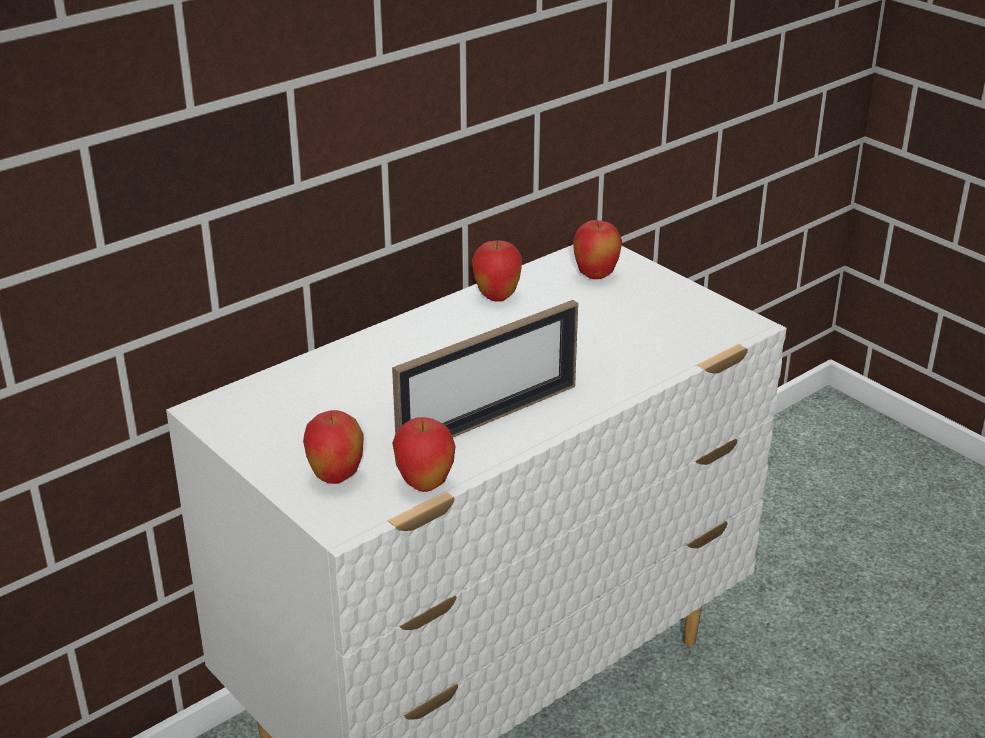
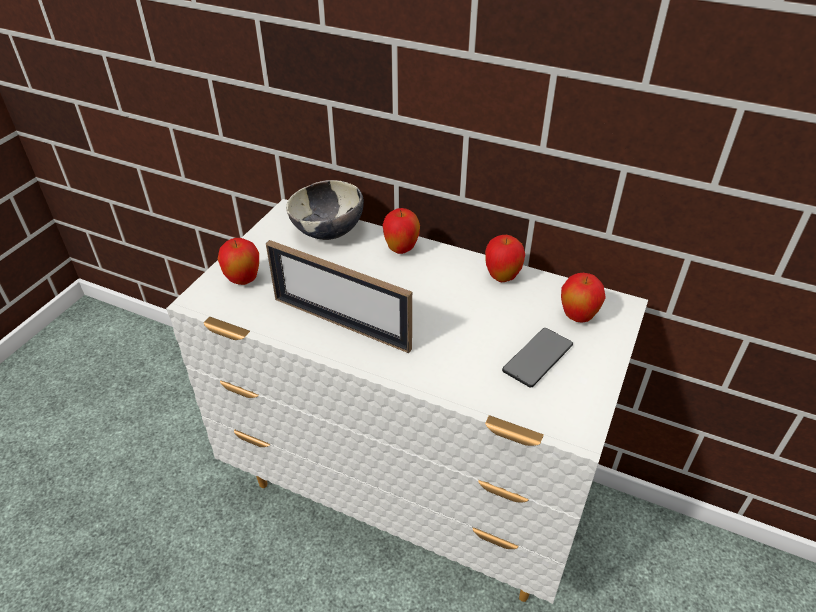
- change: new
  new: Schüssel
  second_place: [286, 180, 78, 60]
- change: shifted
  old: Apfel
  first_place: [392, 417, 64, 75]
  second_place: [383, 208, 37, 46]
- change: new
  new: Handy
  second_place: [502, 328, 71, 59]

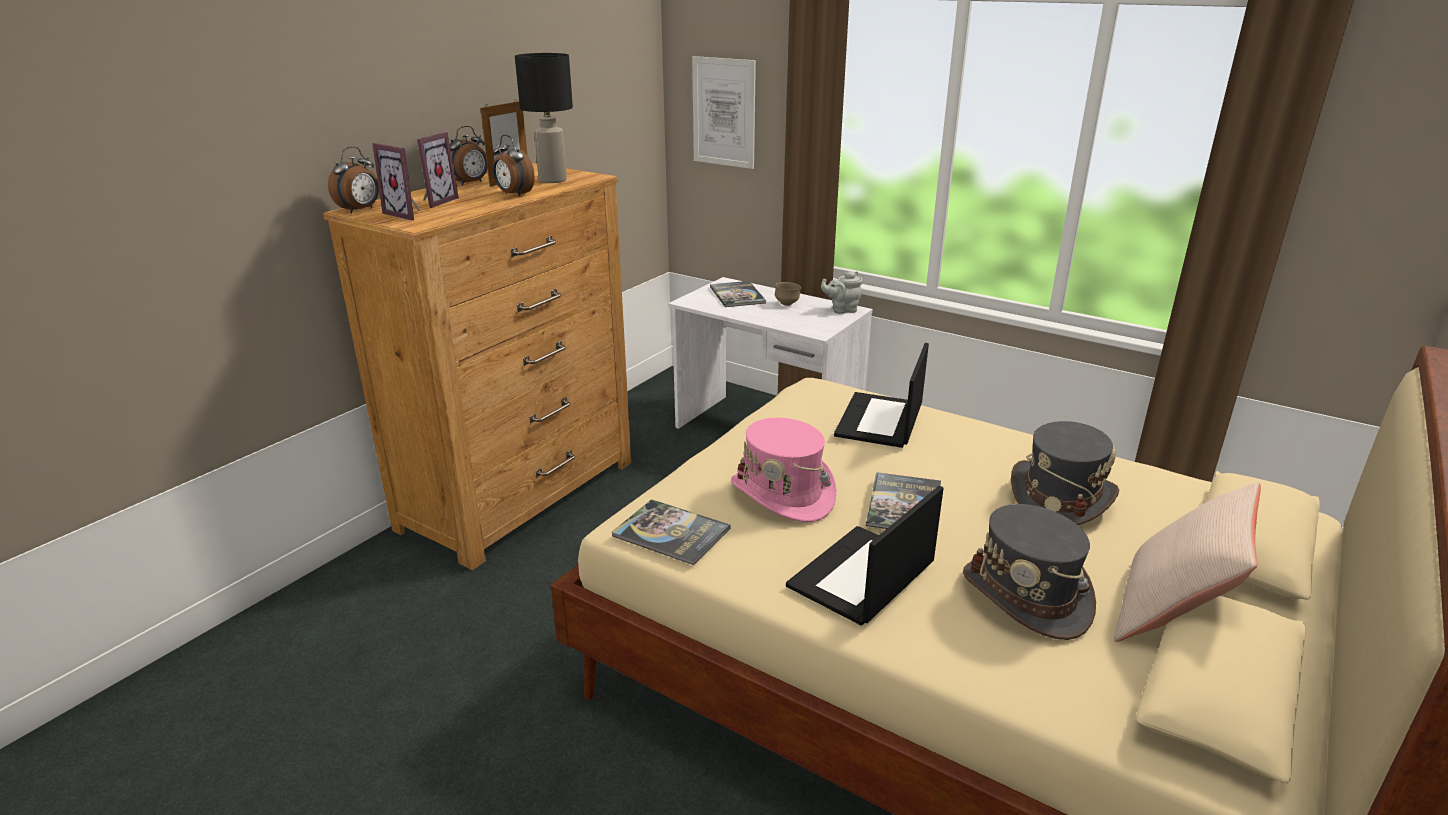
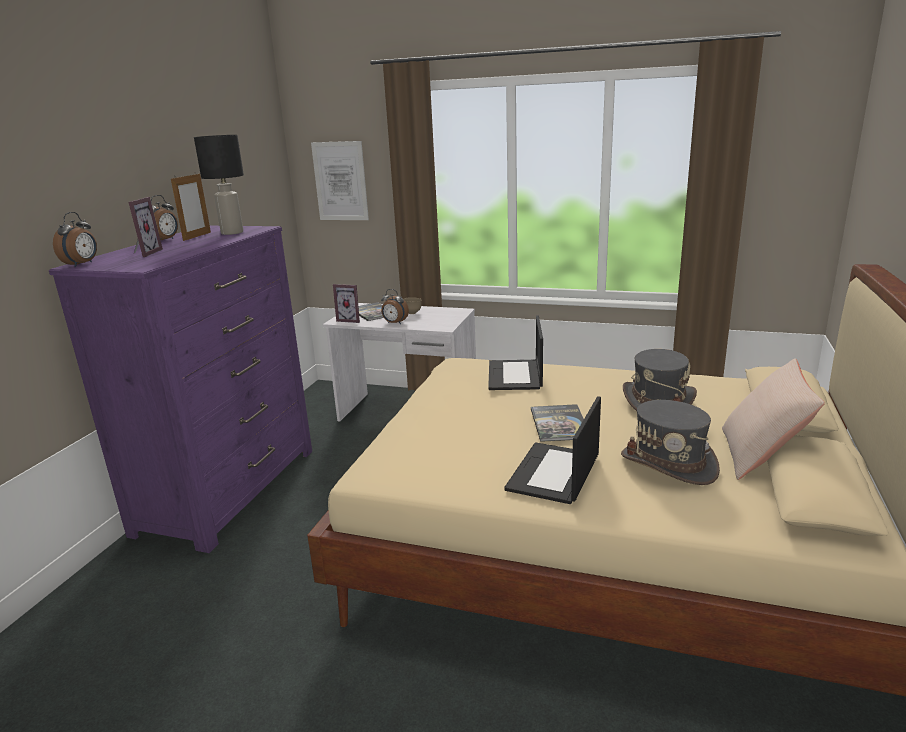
- change: repainted
  old: Kommode (braun)
  new: Kommode (lila)
  first_place: [323, 163, 308, 407]
  second_place: [49, 226, 263, 327]
- change: shifted
  old: Bilderrahmen
  first_place: [372, 143, 49, 77]
  second_place: [333, 284, 27, 39]
- change: shifted
  old: Wecker
  first_place: [493, 135, 42, 62]
  second_place: [381, 289, 28, 35]
- change: gone
  old: Buch
  first_place: [612, 499, 119, 66]
- change: gone
  old: Hut (rosa)
  first_place: [731, 418, 106, 104]
- change: gone
  old: Teekanne (grau)
  first_place: [821, 271, 42, 43]

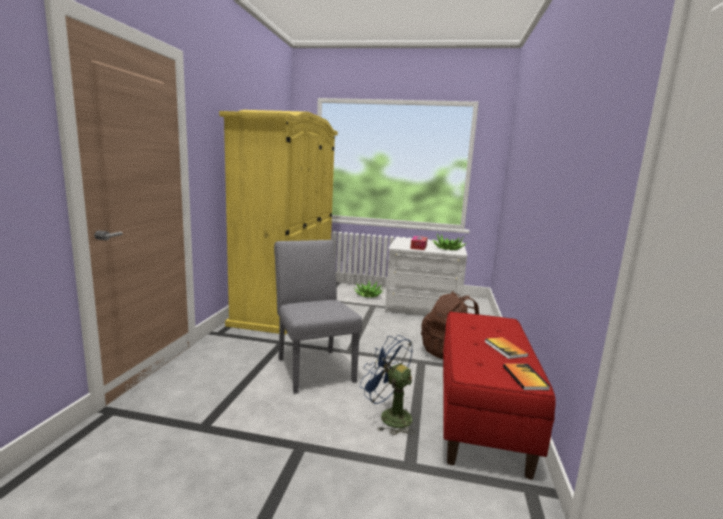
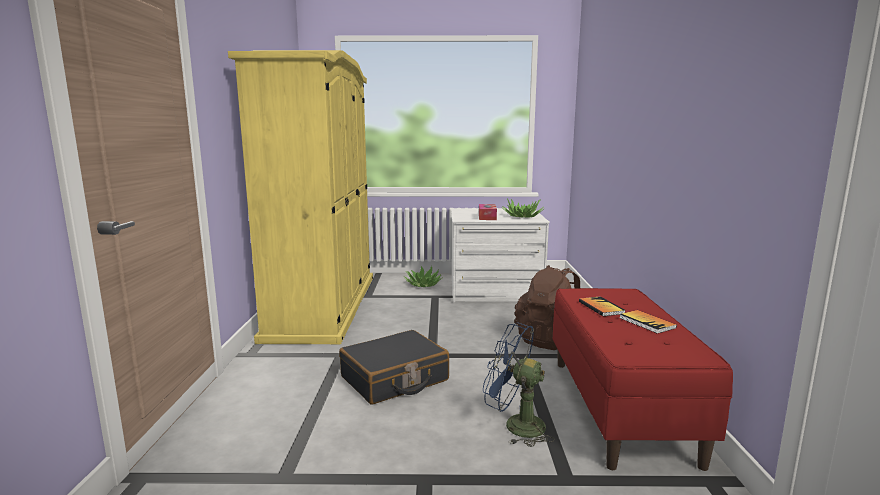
- change: swapped
  old: Stuhl (grau)
  new: Koffer (schwarz)
  first_place: [274, 240, 88, 154]
  second_place: [339, 330, 110, 74]
- change: shifted
  old: Buch
  first_place: [503, 364, 47, 26]
  second_place: [579, 296, 46, 20]

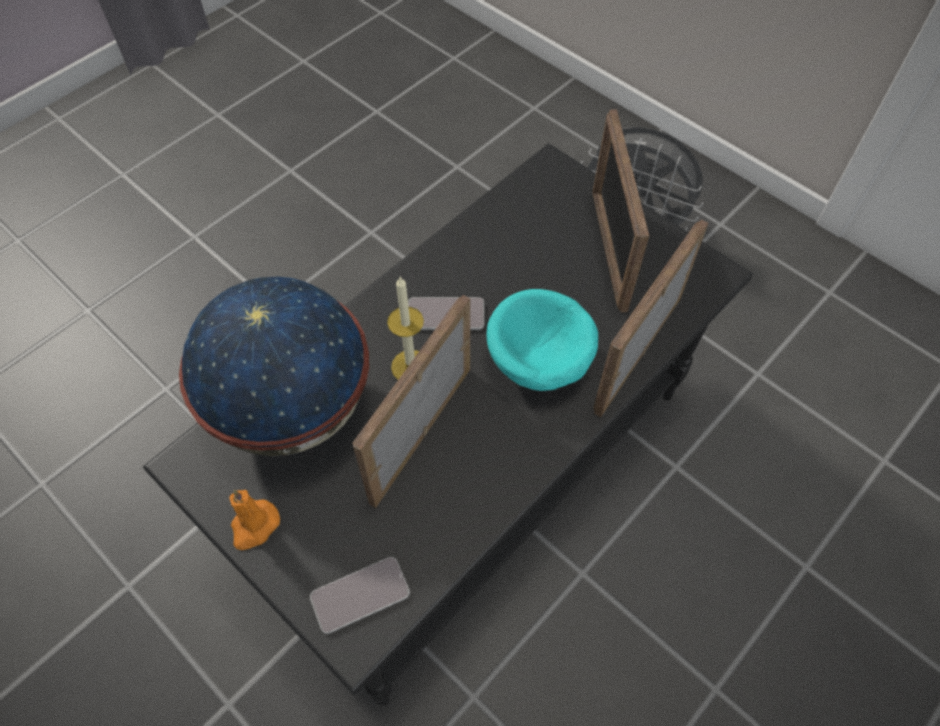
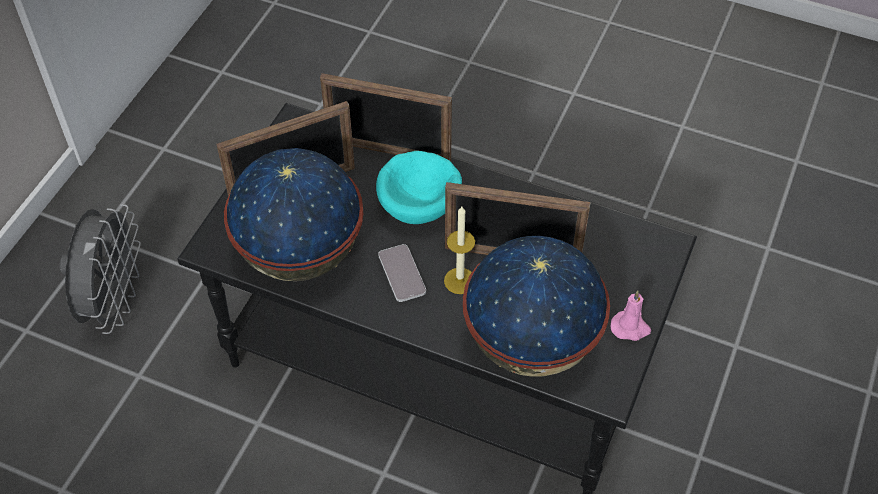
- change: new
  new: Globus
  second_place: [224, 148, 139, 133]
- change: repainted
  old: Kerze (orange)
  new: Kerze (rosa)
  first_place: [229, 490, 51, 60]
  second_place: [611, 290, 40, 51]
- change: gone
  old: Handy
  first_place: [310, 557, 100, 77]

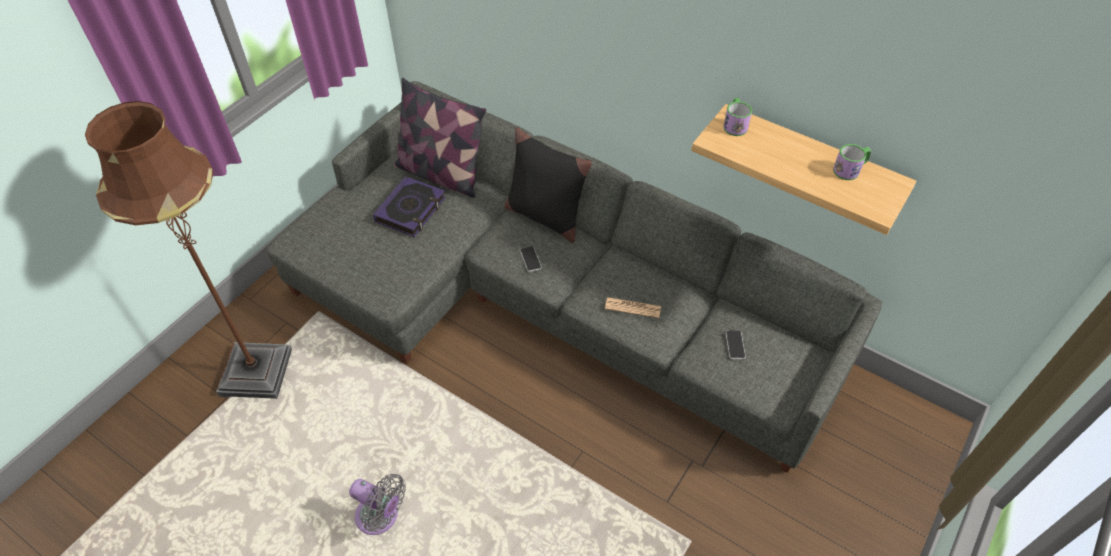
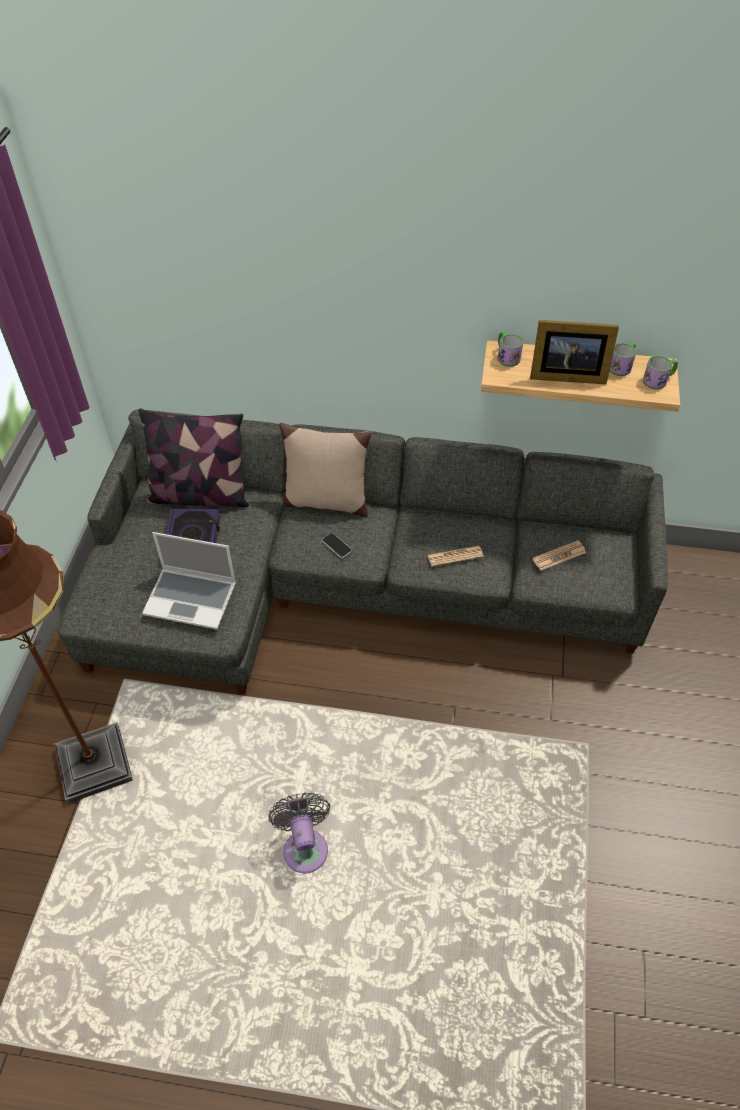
- change: new
  new: Laptop
  second_place: [142, 532, 94, 98]
- change: rotated
  old: Ventilator (grau)
  first_place: [349, 474, 57, 61]
  second_place: [269, 793, 61, 80]
  degrees: -105
- change: repainted
  old: Kissen (schwarz)
  new: Kissen (beige)
  first_place: [504, 128, 88, 115]
  second_place: [279, 423, 92, 94]
- change: new
  new: Bilderrahmen
  second_place: [530, 320, 89, 64]
- change: swapped
  old: Handy
  new: Zeitung
  first_place: [726, 330, 20, 29]
  second_place: [532, 540, 54, 31]
- change: new
  new: Henkelbecher
  second_place: [643, 356, 35, 33]

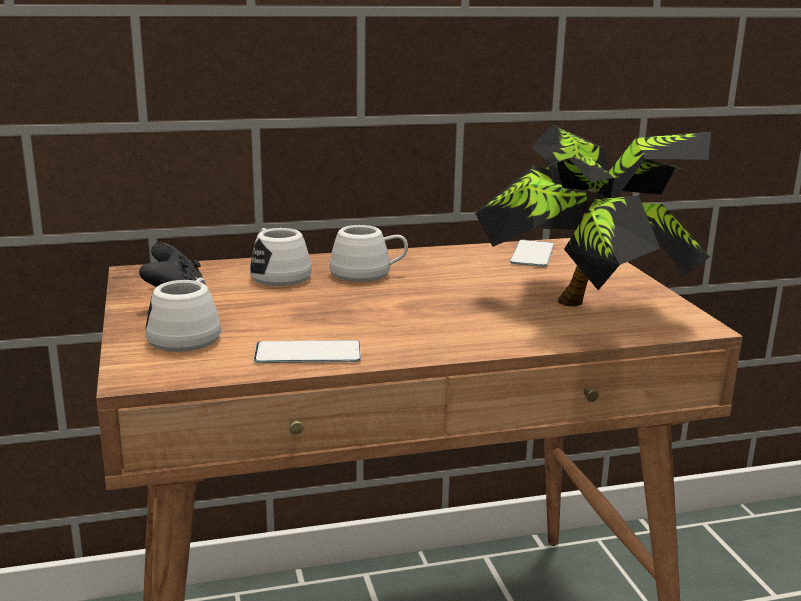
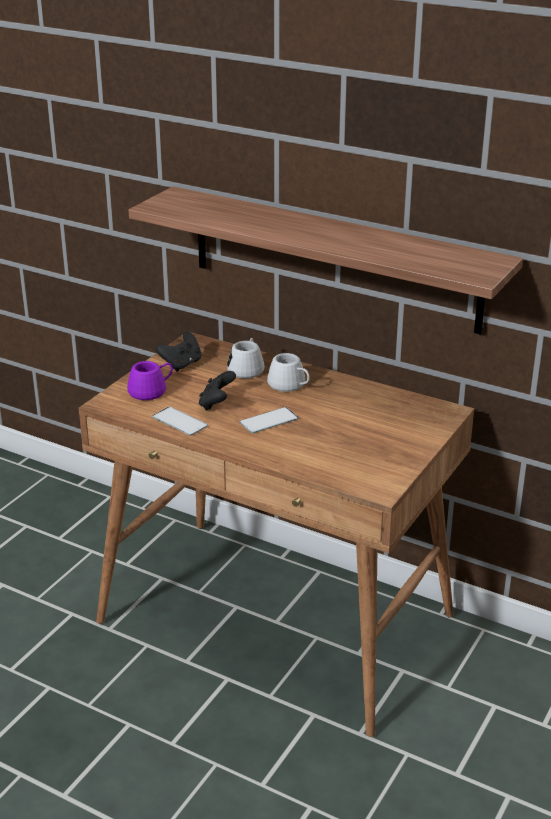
- change: repainted
  old: Henkelbecher (weiß)
  new: Henkelbecher (lila)
  first_place: [145, 278, 76, 74]
  second_place: [127, 361, 46, 39]
- change: new
  new: Wandregal
  second_place: [128, 186, 395, 149]
- change: new
  new: Gamepad (schwarz)
  second_place: [199, 371, 37, 40]
- change: shifted
  old: Handy
  first_place: [510, 240, 44, 27]
  second_place: [240, 407, 59, 26]
- change: gone
  old: Topfpflanze
  first_place: [475, 125, 236, 182]

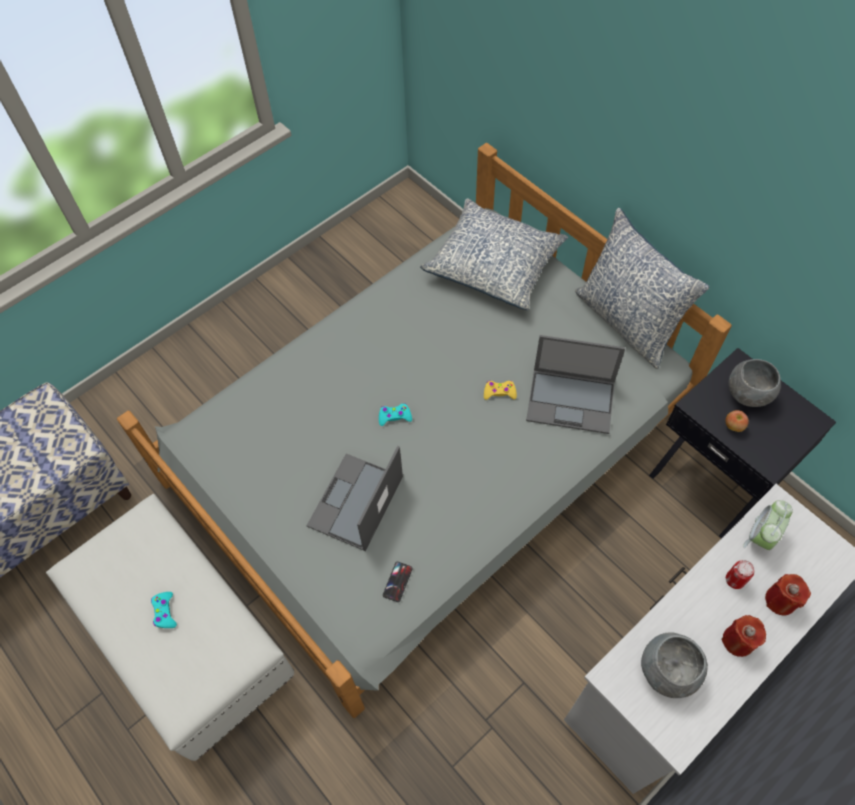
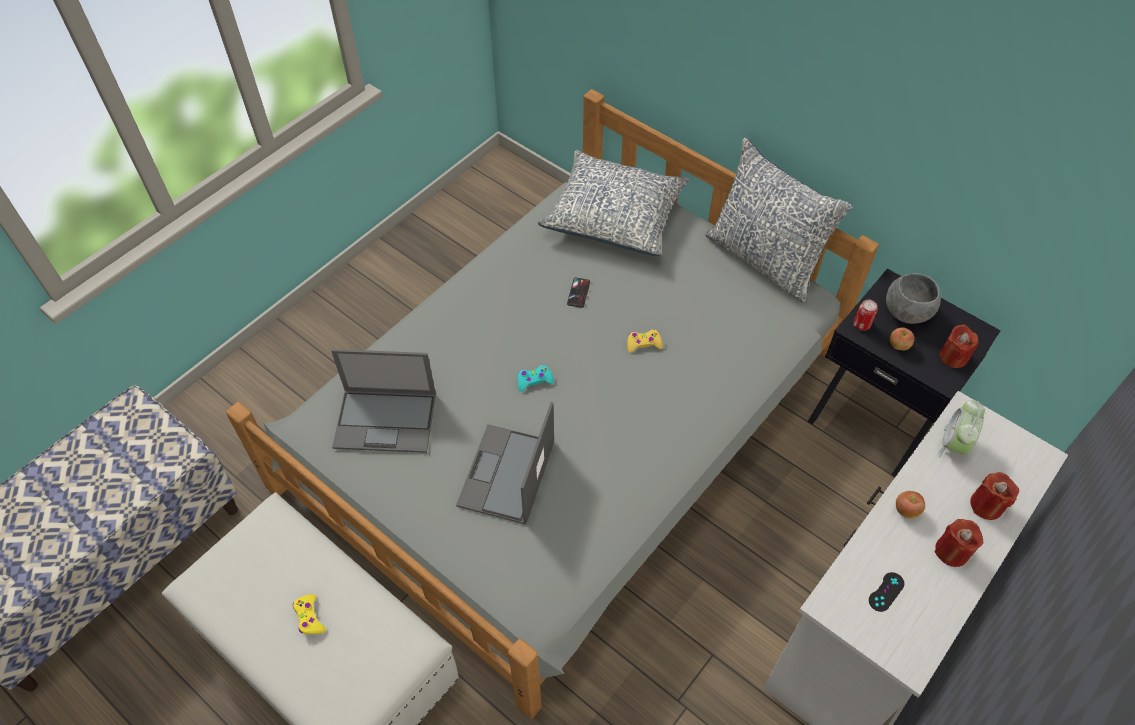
- change: repainted
  old: Gamepad (türkis)
  new: Gamepad (gelb)
  first_place: [151, 592, 26, 36]
  second_place: [293, 594, 33, 40]
- change: shifted
  old: Laptop
  first_place: [526, 335, 99, 99]
  second_place: [331, 349, 105, 104]
- change: shifted
  old: Handy
  first_place: [383, 562, 30, 40]
  second_place: [567, 278, 23, 30]
- change: shifted
  old: Dose
  first_place: [726, 560, 29, 29]
  second_place: [854, 300, 24, 31]
- change: swapped
  old: Schüssel (grau)
  new: Gamepad (schwarz)
  first_place: [641, 632, 67, 66]
  second_place: [869, 572, 35, 40]
- change: new
  new: Apfel
  second_place: [896, 491, 29, 28]
- change: new
  new: Kerze (rot)
  second_place: [940, 324, 39, 44]

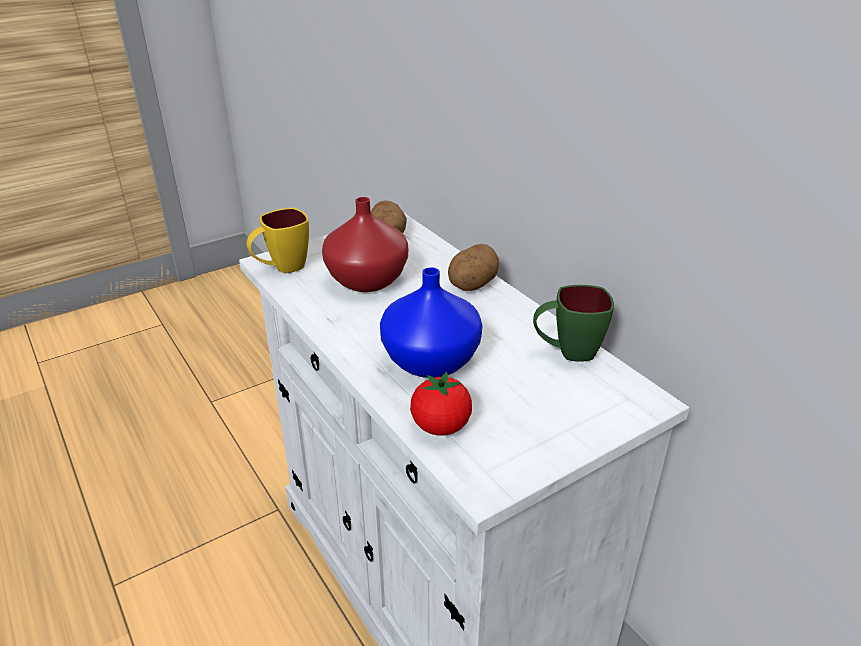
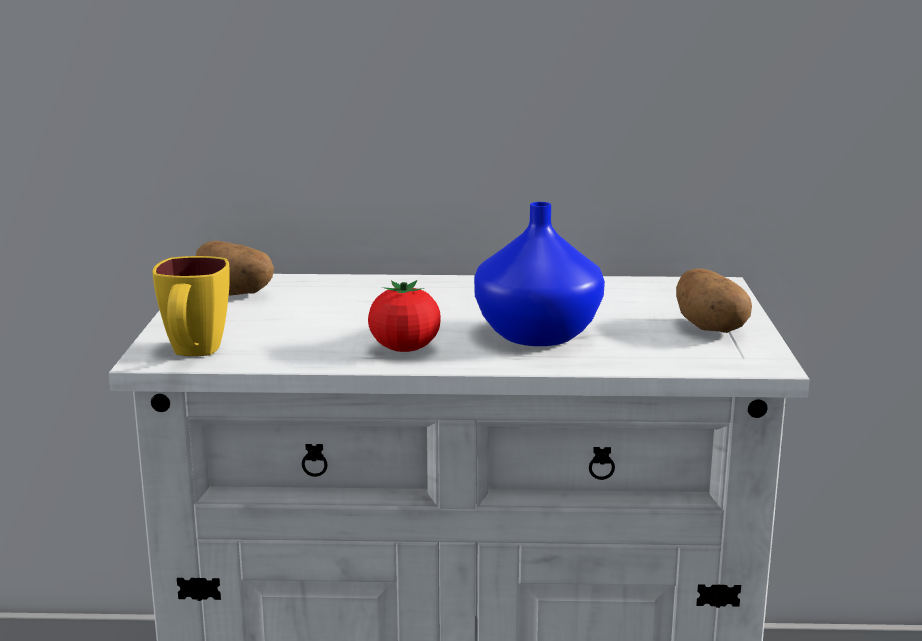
- change: shifted
  old: Tomate
  first_place: [410, 371, 62, 65]
  second_place: [368, 280, 73, 72]
- change: shifted
  old: Kartoffel
  first_place: [448, 244, 51, 47]
  second_place: [676, 268, 76, 65]
- change: gone
  old: Vase (rot)
  first_place: [322, 197, 86, 95]
- change: gone
  old: Henkelbecher (grün)
  first_place: [533, 285, 81, 77]

